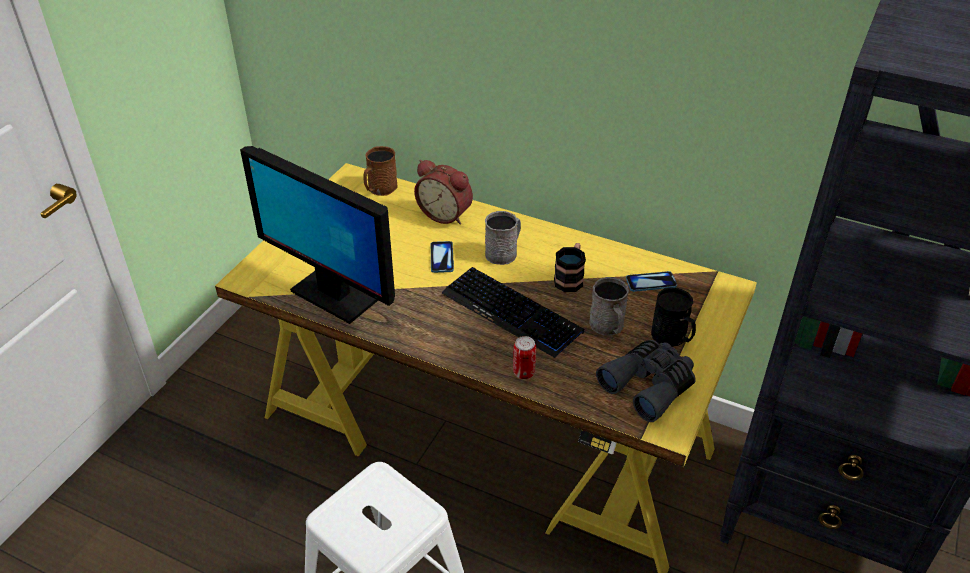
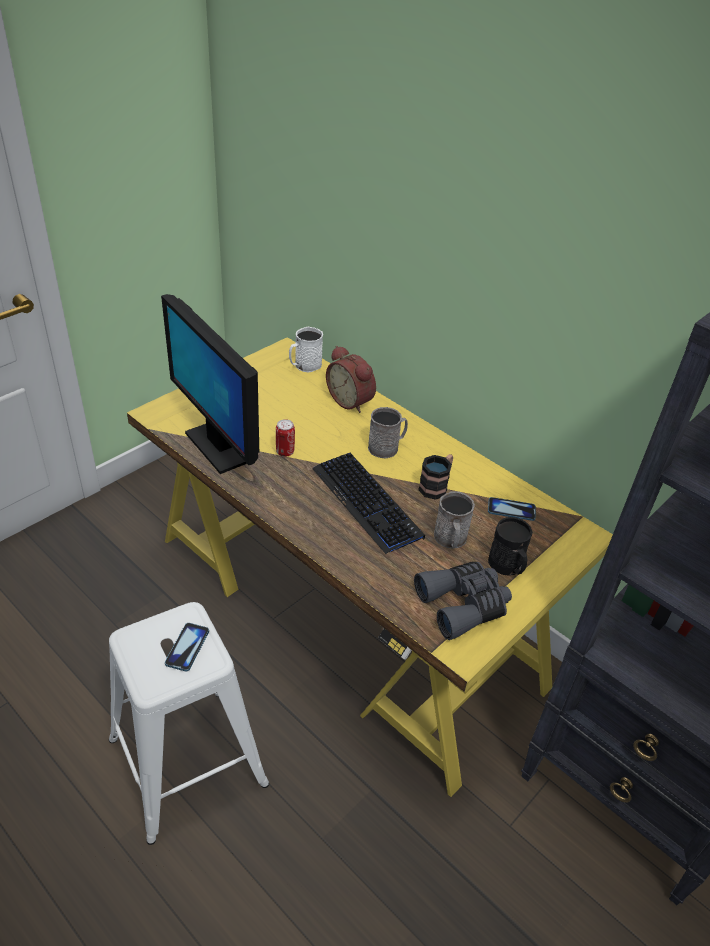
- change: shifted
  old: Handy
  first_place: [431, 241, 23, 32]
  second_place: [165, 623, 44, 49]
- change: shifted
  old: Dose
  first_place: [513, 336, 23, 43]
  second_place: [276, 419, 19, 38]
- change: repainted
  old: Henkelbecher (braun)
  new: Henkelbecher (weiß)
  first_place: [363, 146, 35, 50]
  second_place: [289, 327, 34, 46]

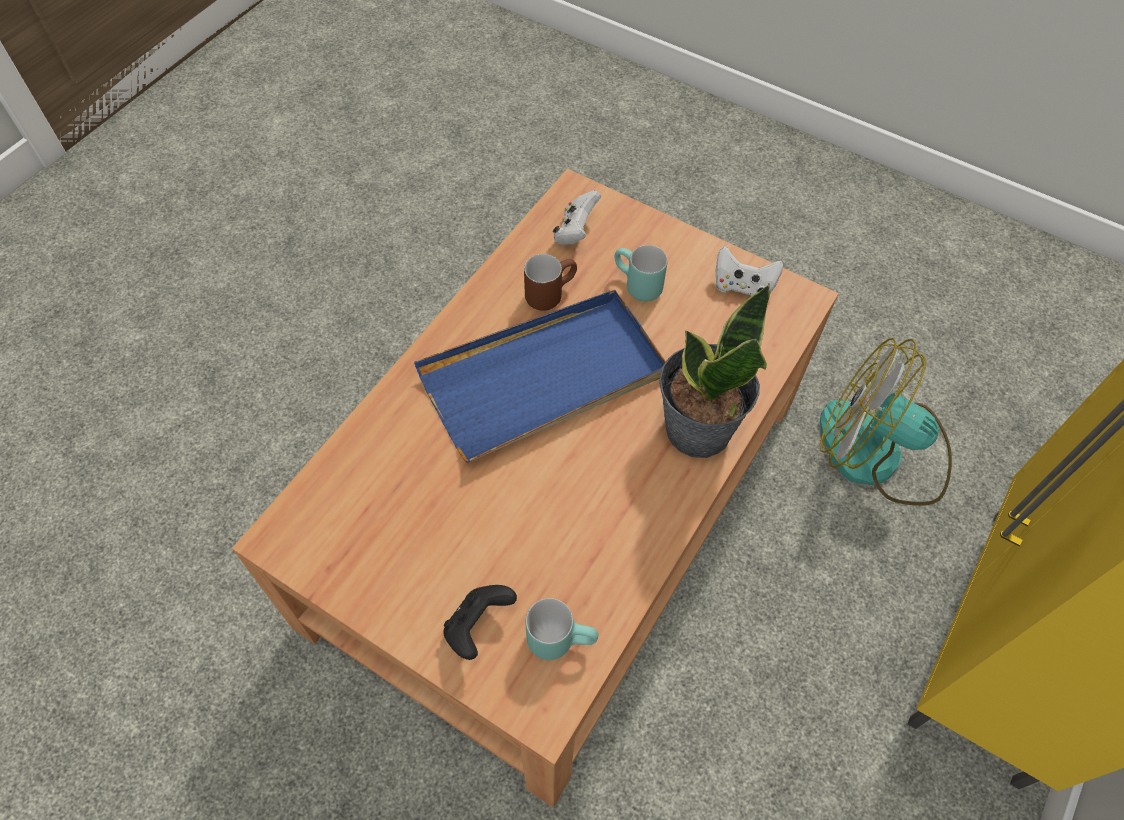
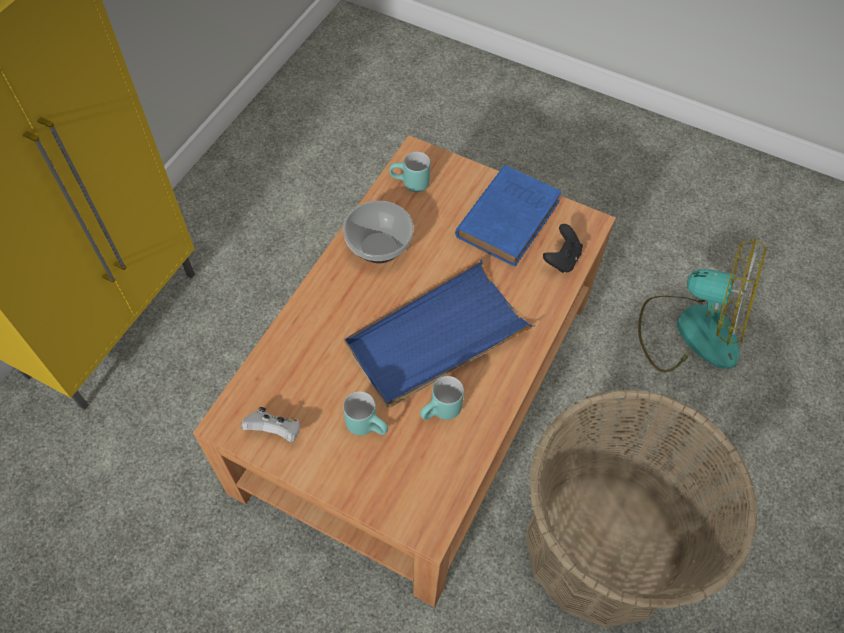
- change: new
  new: Schüssel
  second_place: [343, 201, 71, 62]
- change: repainted
  old: Henkelbecher (braun)
  new: Henkelbecher (türkis)
  first_place: [524, 254, 53, 57]
  second_place: [420, 376, 44, 44]
- change: new
  new: Buch (blau)
  second_place: [455, 165, 107, 102]
- change: new
  new: Korb
  second_place: [525, 389, 233, 238]
- change: shifted
  old: Gamepad (schwarz)
  first_place: [443, 585, 74, 75]
  second_place: [543, 224, 40, 49]
- change: shifted
  old: Ventilator
  first_place: [820, 338, 132, 168]
  second_place: [638, 239, 129, 134]
- change: gone
  old: Gamepad (weiß)
  first_place: [553, 190, 48, 55]
- change: gone
  old: Topfpflanze
  first_place: [659, 284, 111, 174]

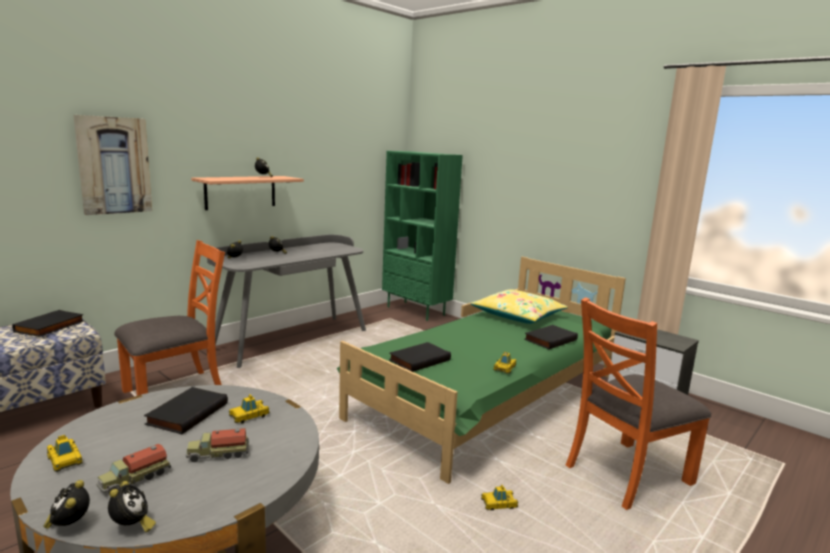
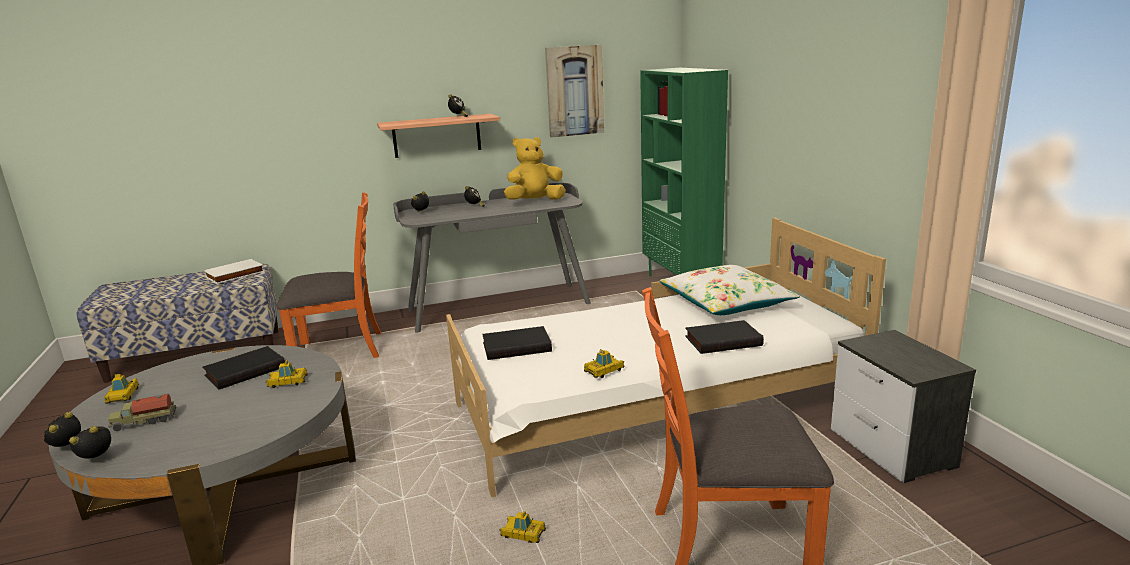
- change: rotated
  old: Wecker
  first_place: [108, 481, 48, 51]
  second_place: [69, 426, 42, 33]
  degrees: -150
- change: repainted
  old: Buch (schwarz)
  new: Buch (weiß)
  first_place: [12, 310, 73, 27]
  second_place: [204, 259, 61, 25]
- change: repainted
  old: Bett (grün)
  new: Bett (weiß)
  first_place: [337, 257, 289, 227]
  second_place: [446, 218, 440, 279]
- change: new
  new: Plüschtier (gelb)
  second_place: [504, 137, 62, 63]
- change: shifted
  old: Bild
  first_place: [73, 115, 79, 100]
  second_place: [545, 45, 59, 93]
- change: repainted
  old: Kissen (gelb)
  new: Kissen (weiß)
  first_place: [470, 289, 98, 35]
  second_place: [660, 265, 140, 50]
- change: gone
  old: Spielzeuglaster
  first_place: [186, 428, 63, 35]

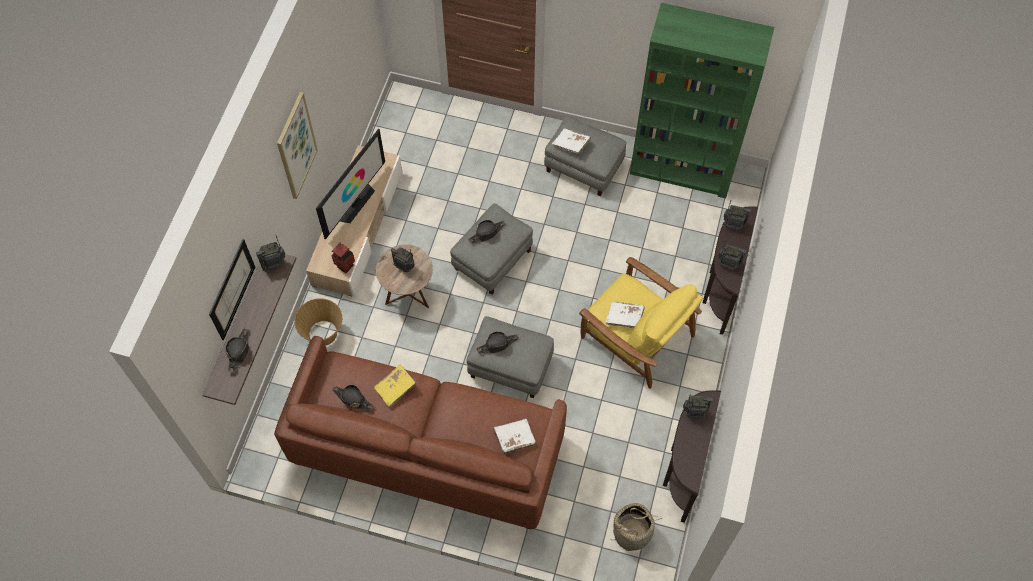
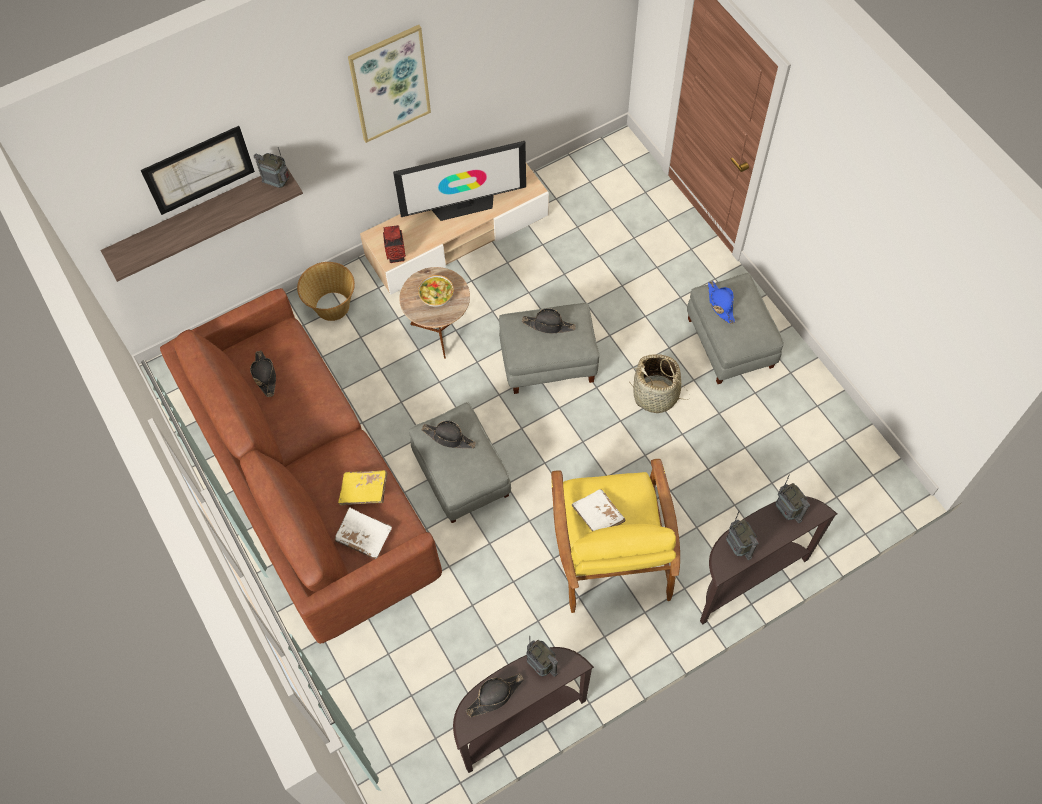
- change: shifted
  old: Buch (gelb)
  first_place: [374, 365, 43, 42]
  second_place: [338, 470, 50, 35]
- change: swapped
  old: Radio
  new: Schüssel
  first_place: [391, 247, 24, 25]
  second_place: [418, 275, 36, 32]
- change: shifted
  old: Hut (schwarz)
  first_place: [226, 329, 23, 44]
  second_place: [466, 673, 58, 44]
- change: shifted
  old: Korb
  first_place: [610, 503, 52, 48]
  second_place: [629, 354, 61, 59]
- change: swapped
  old: Buch (weiß)
  new: Hut (blau)
  first_place: [552, 128, 39, 27]
  second_place: [708, 281, 27, 43]
- change: gone
  old: Bücherregal (grün)
  first_place: [630, 3, 144, 196]

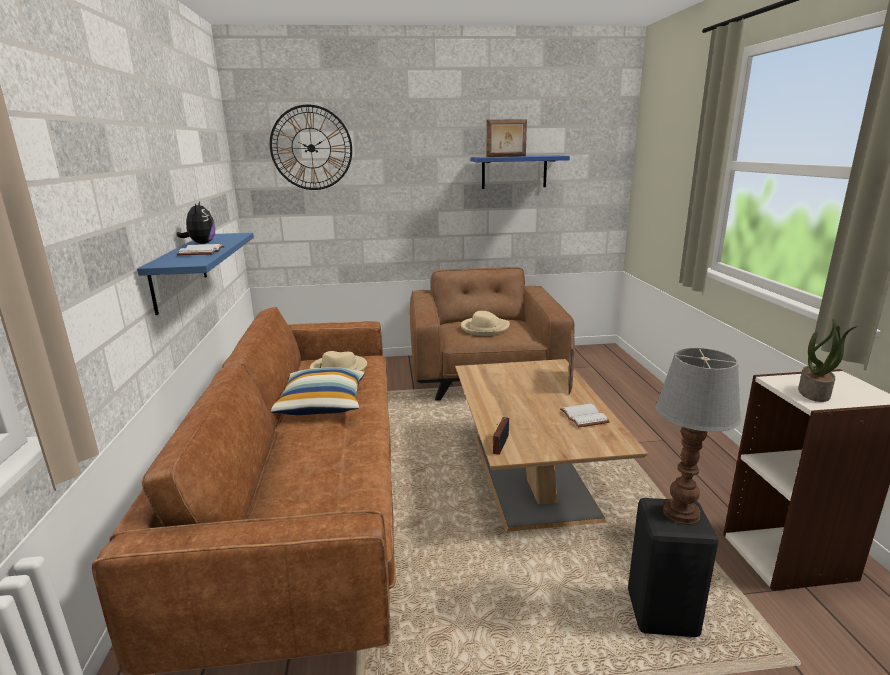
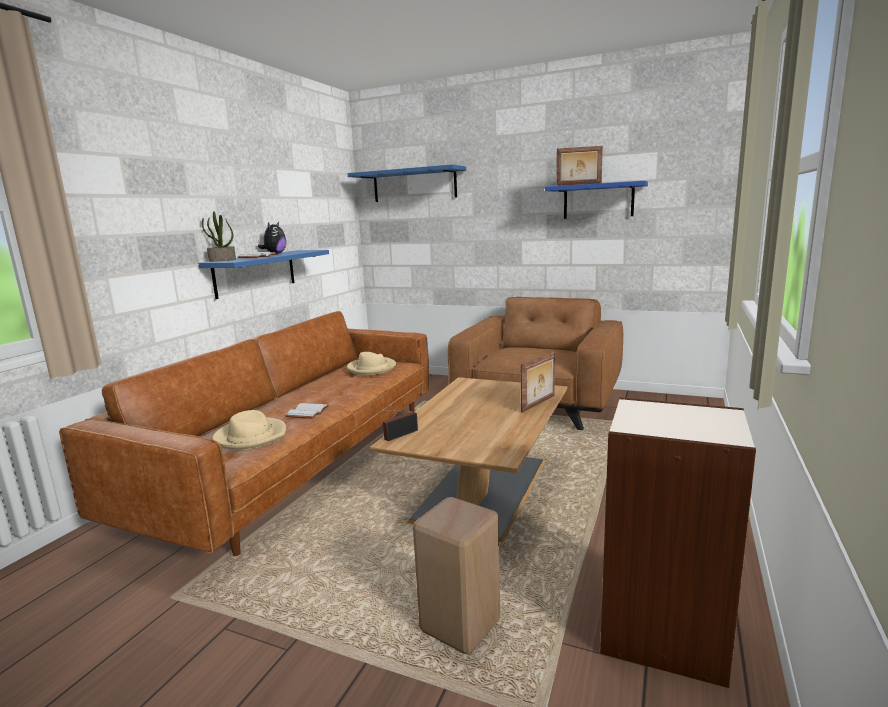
- change: shifted
  old: Topfpflanze
  first_place: [798, 318, 59, 84]
  second_place: [202, 211, 34, 51]
- change: shifted
  old: Hut (beige)
  first_place: [461, 311, 49, 25]
  second_place: [213, 410, 73, 40]
- change: shifted
  old: Buch (weiß)
  first_place: [560, 404, 50, 23]
  second_place: [285, 403, 44, 16]
- change: swapped
  old: Wanduhr
  new: Wandregal (blau)
  first_place: [270, 104, 82, 86]
  second_place: [348, 164, 118, 38]
- change: repainted
  old: Hocker (schwarz)
  new: Hocker (beige)
  first_place: [628, 498, 90, 139]
  second_place: [413, 497, 87, 158]
- change: gone
  old: Kissen
  first_place: [271, 367, 94, 48]
- change: gone
  old: Tischlampe
  first_place: [655, 348, 86, 177]

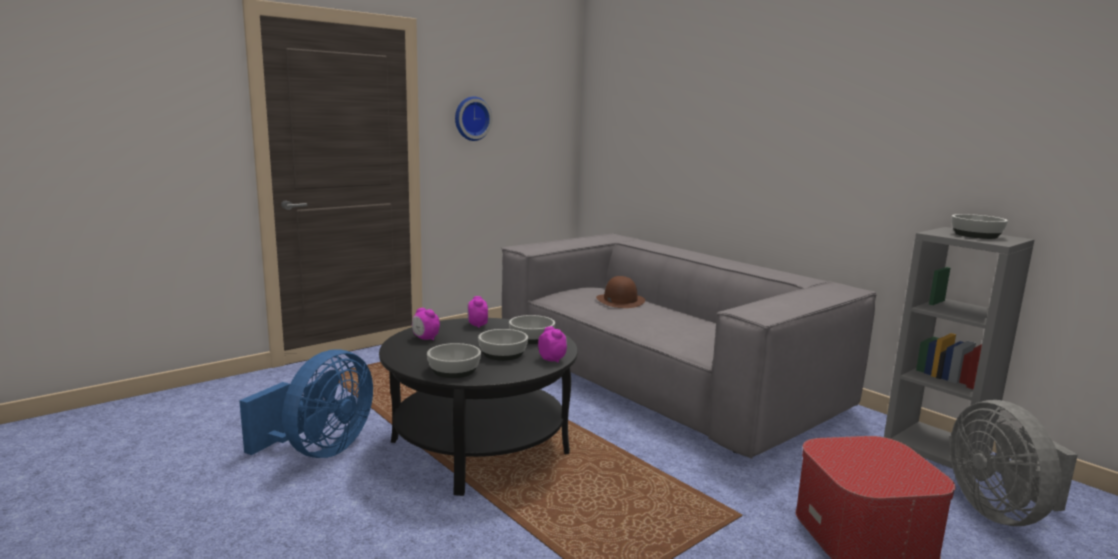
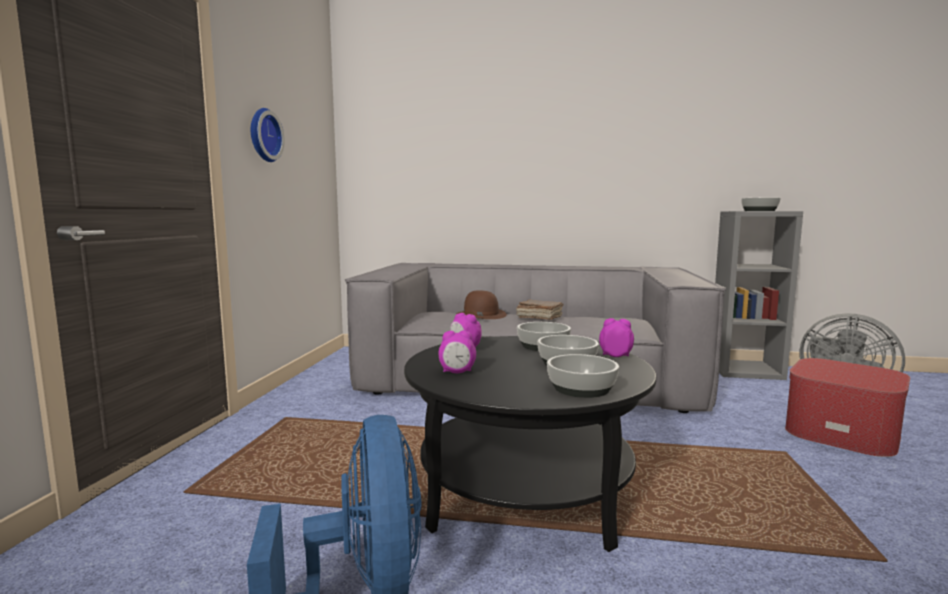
- change: new
  new: Buch (braun)
  second_place: [516, 300, 48, 20]

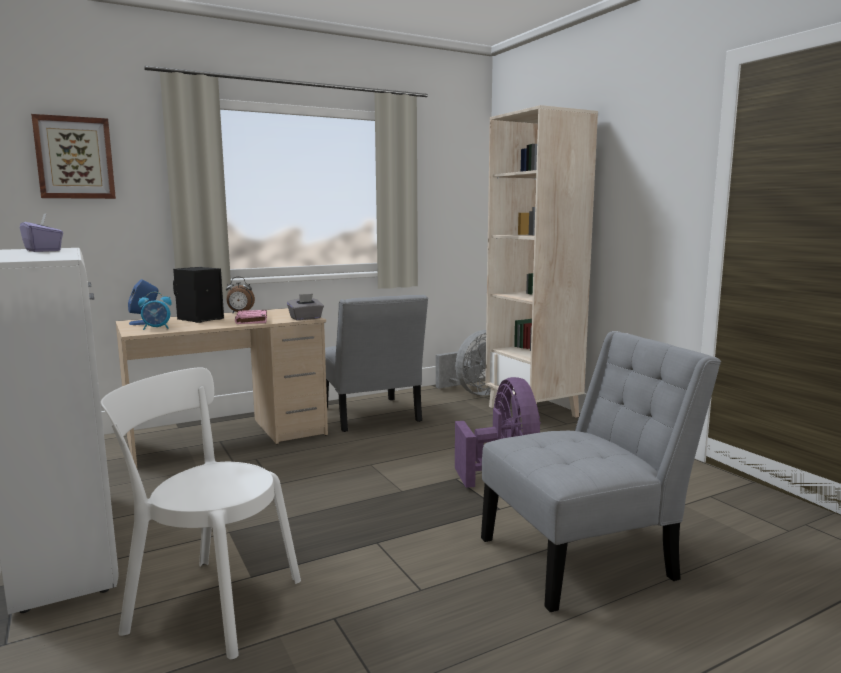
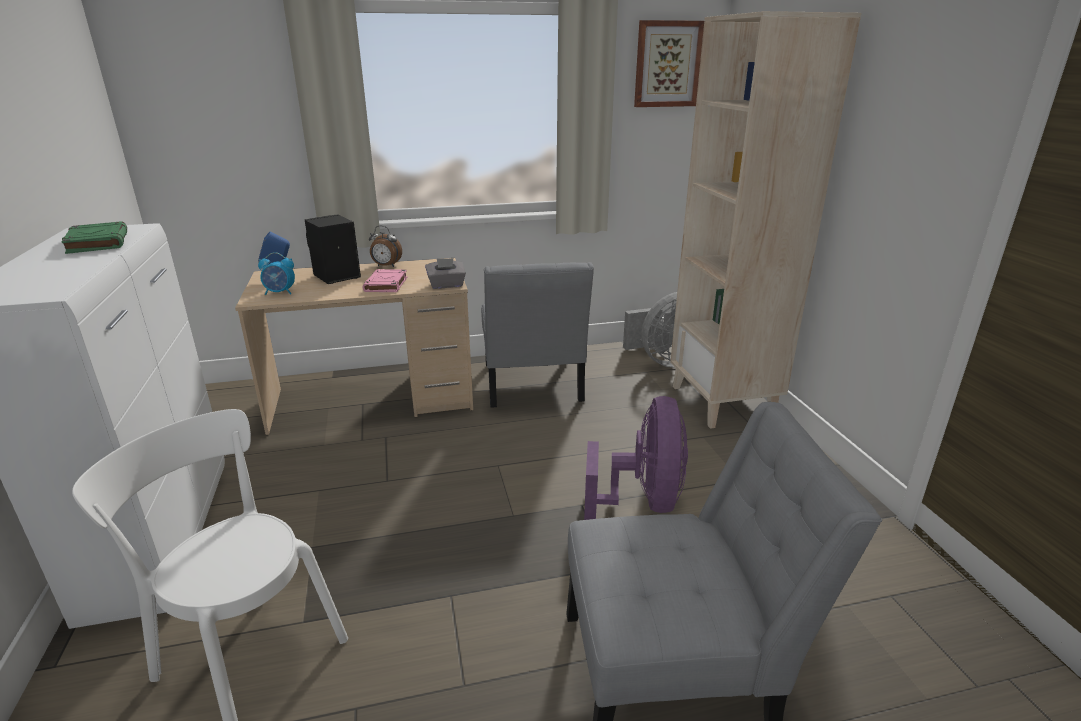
- change: swapped
  old: Taschentuchbox (lila)
  new: Buch (grün)
  first_place: [20, 214, 43, 38]
  second_place: [61, 221, 66, 33]
- change: shifted
  old: Bild
  first_place: [31, 114, 85, 85]
  second_place: [634, 20, 70, 87]

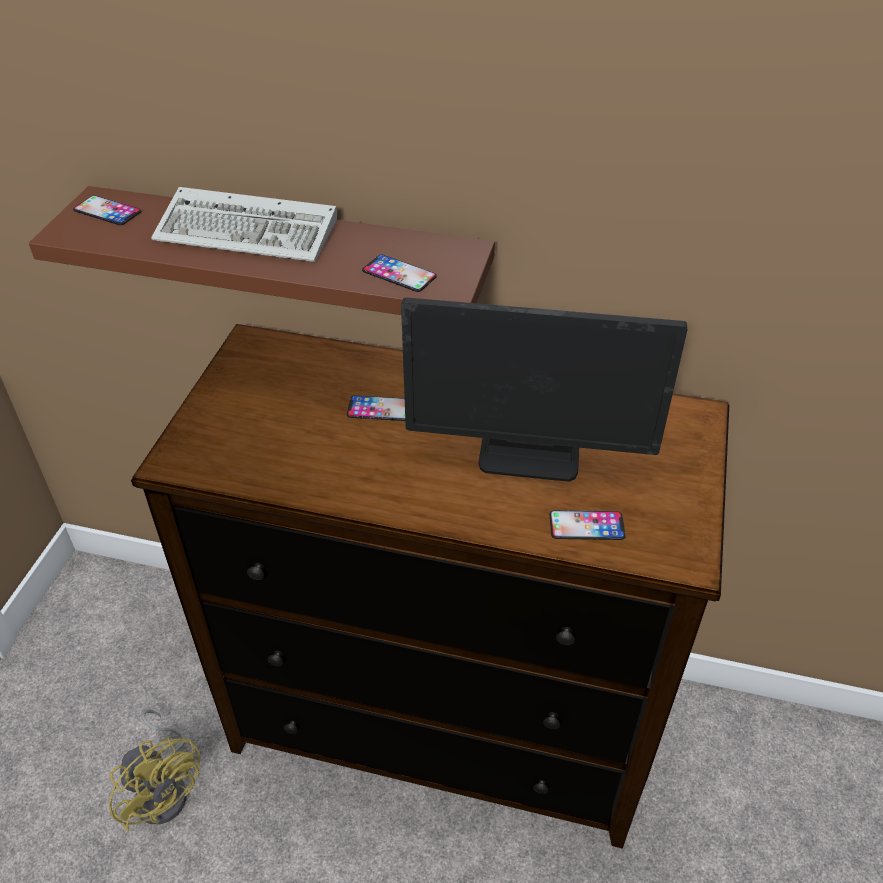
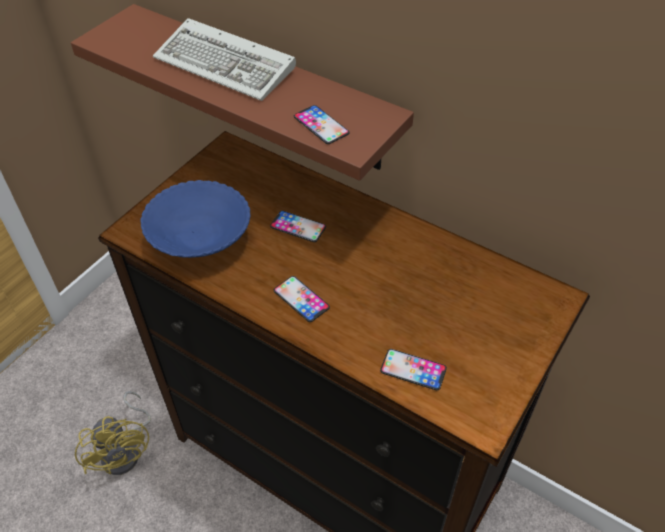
- change: new
  new: Schüssel (blau)
  second_place: [140, 180, 110, 78]
- change: shifted
  old: Handy
  first_place: [73, 195, 68, 30]
  second_place: [274, 276, 56, 46]
- change: gone
  old: Monitor
  first_place: [401, 298, 286, 184]

